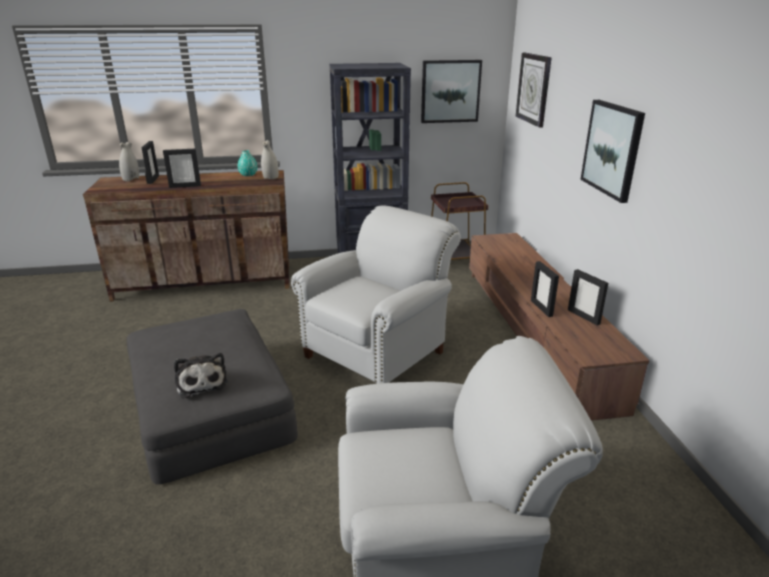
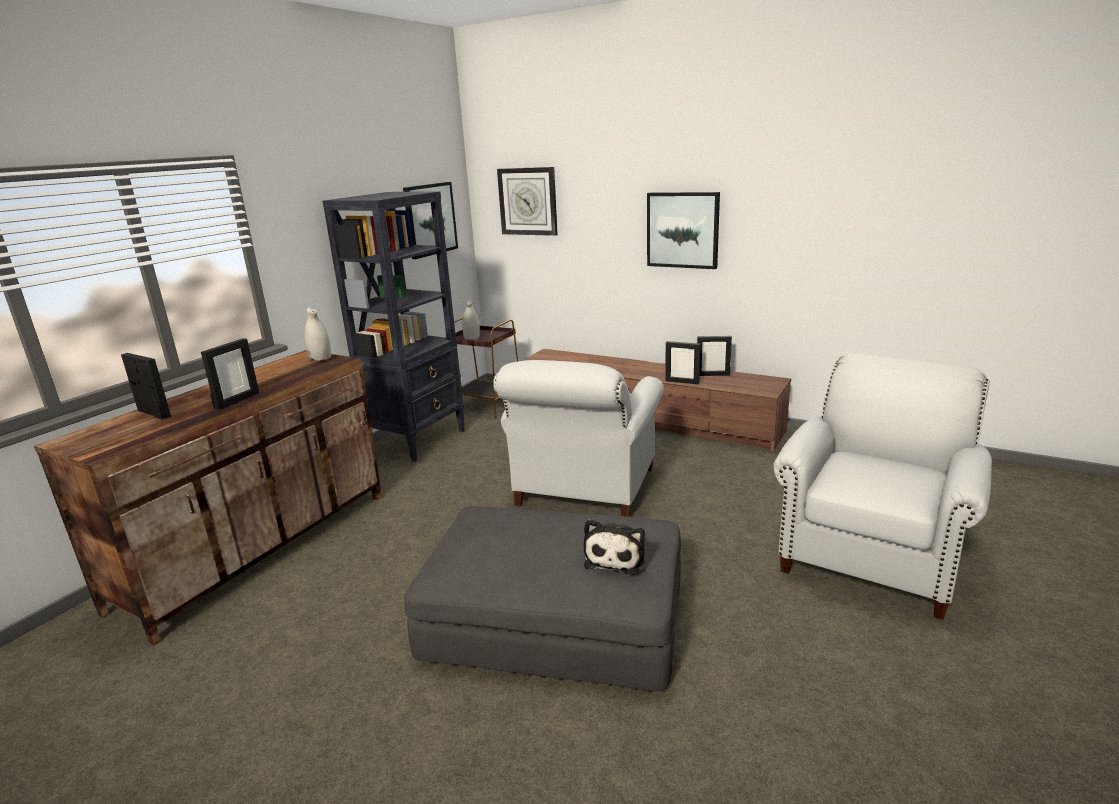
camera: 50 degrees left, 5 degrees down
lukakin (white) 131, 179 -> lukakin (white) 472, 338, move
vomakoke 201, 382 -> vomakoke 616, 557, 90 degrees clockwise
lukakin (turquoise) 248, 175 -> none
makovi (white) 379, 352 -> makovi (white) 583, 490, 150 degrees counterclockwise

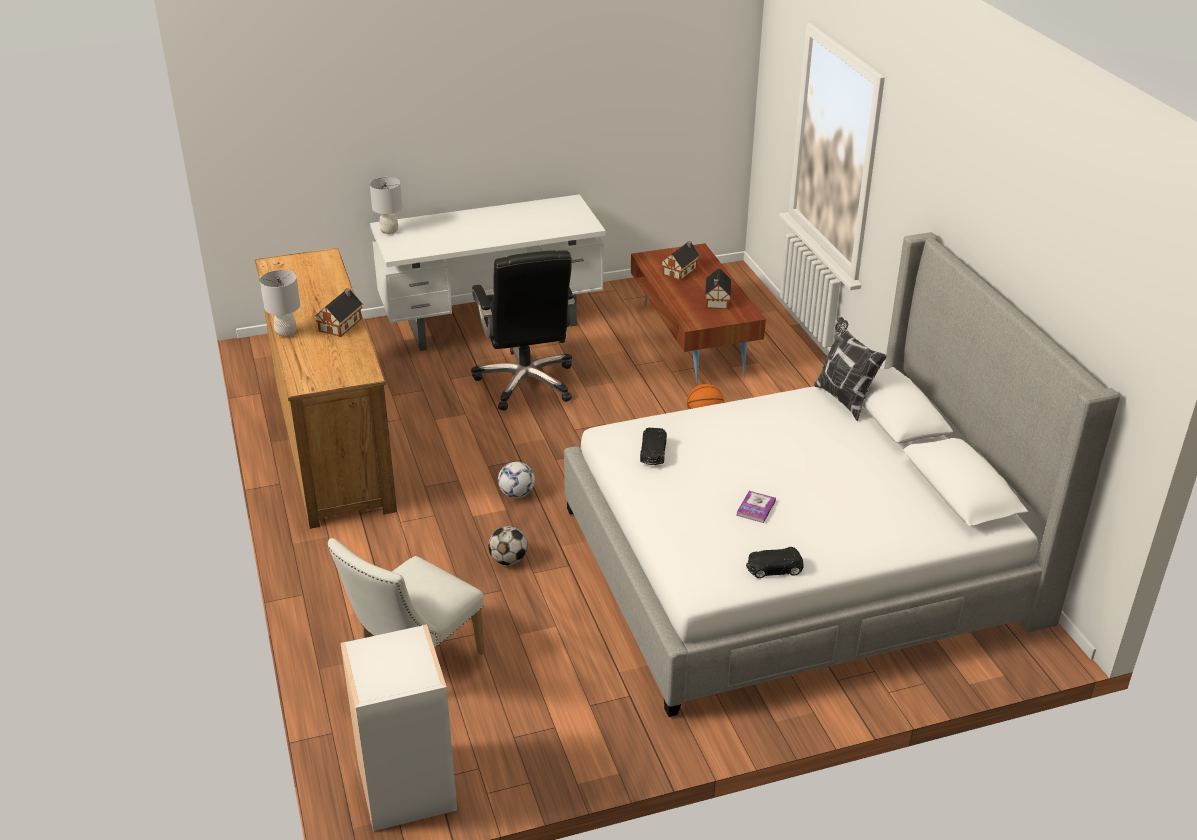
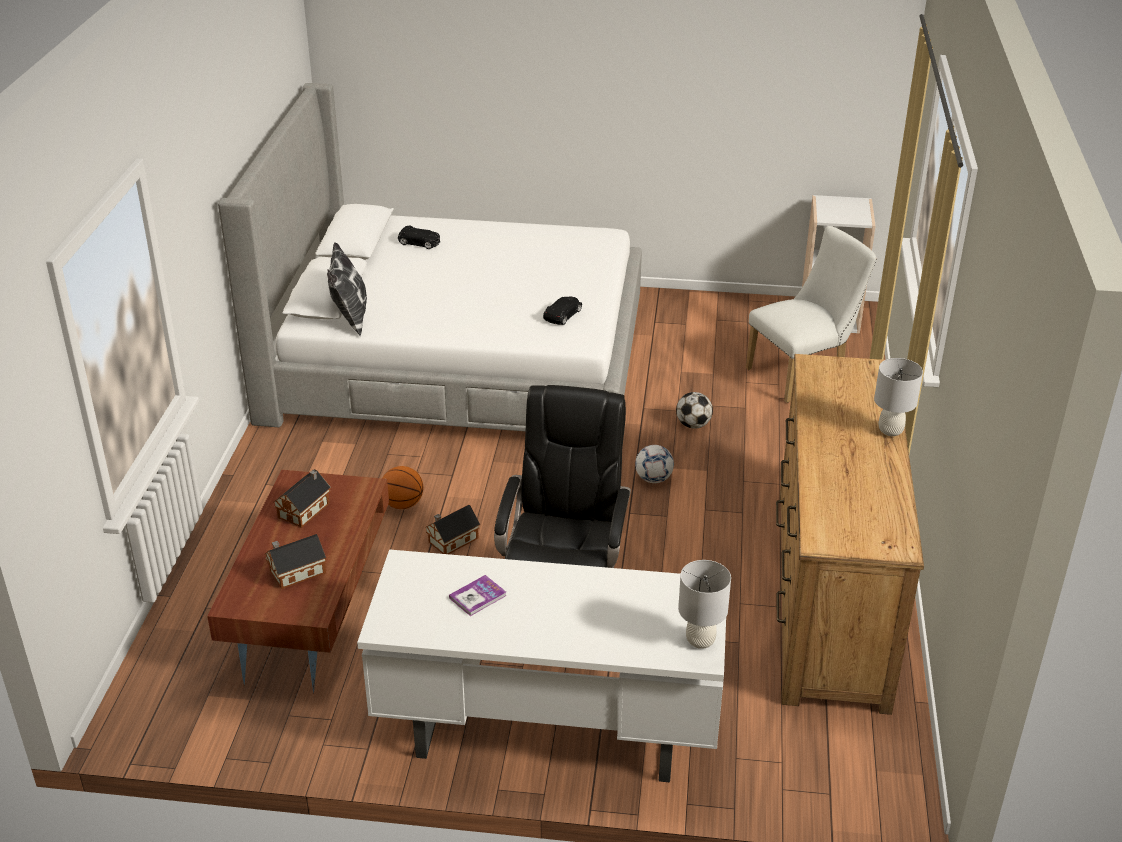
camera: 155 degrees left, 0 degrees up
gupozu 341, 324 -> gupozu 451, 541, move
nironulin 756, 508 -> nironulin 478, 597, move
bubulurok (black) 773, 568 -> bubulurok (black) 420, 242, move

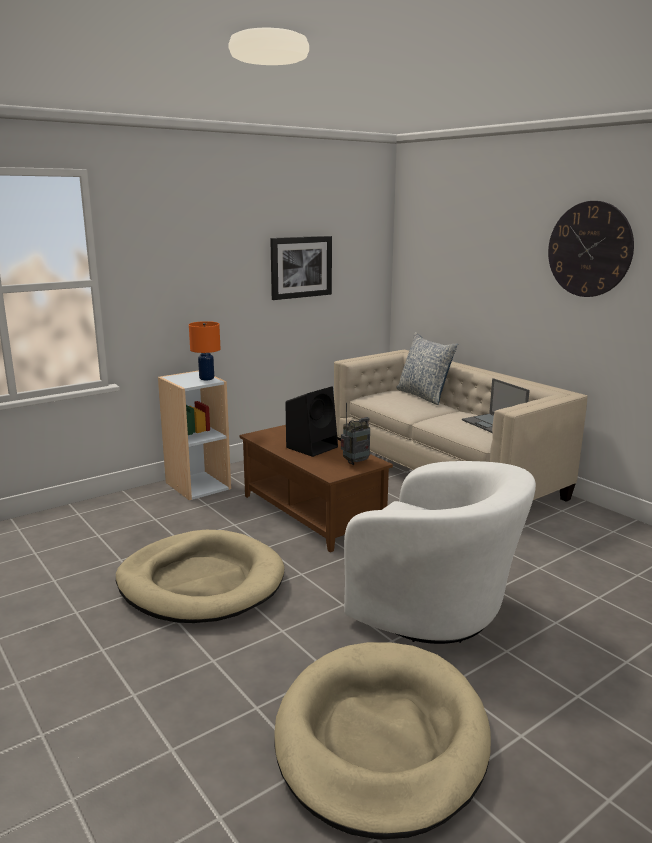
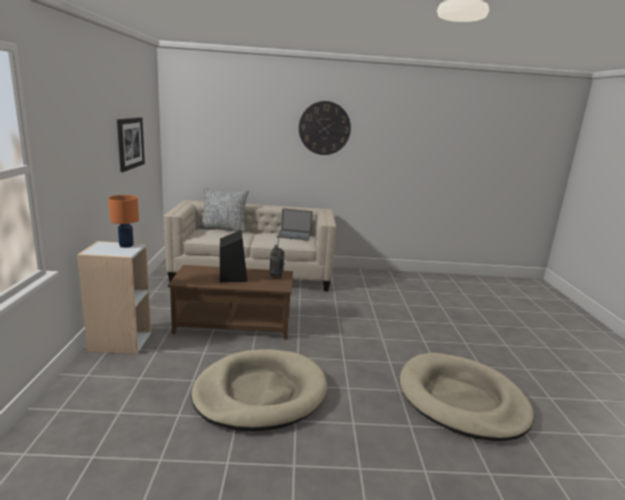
camera: 55 degrees left, 0 degrees up
makovi (white) 433, 610 -> none

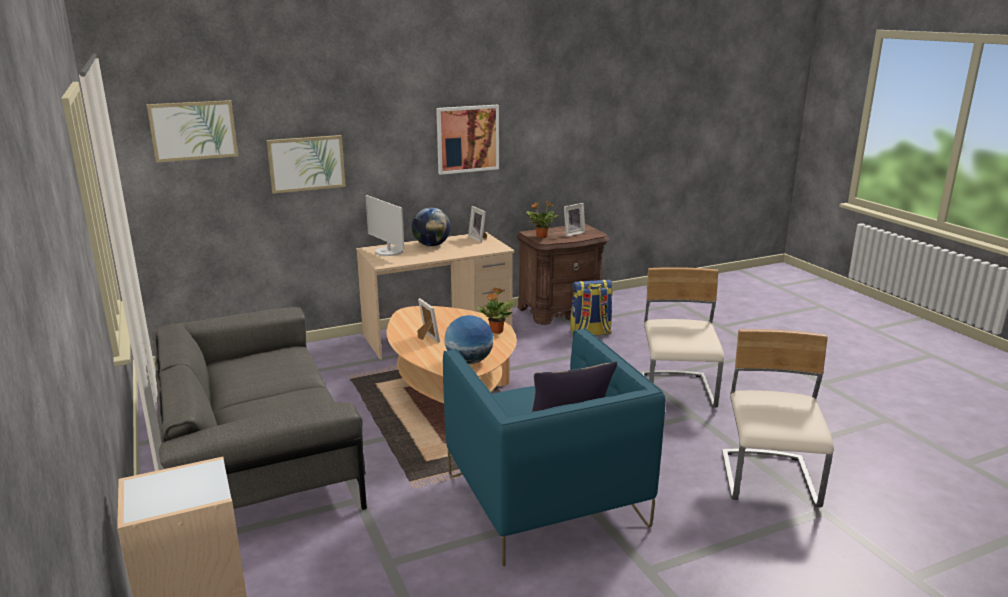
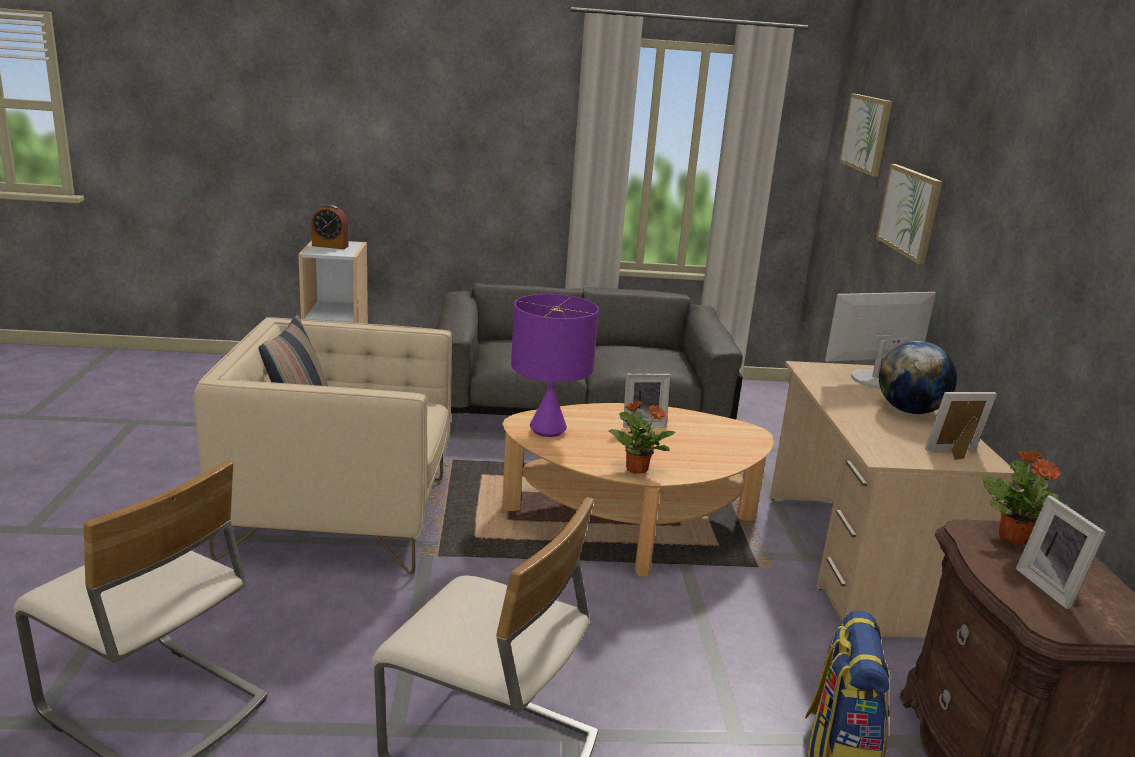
camera: 110 degrees right, 0 degrees up
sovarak 467, 139 -> none
makovi (blue) 545, 499 -> makovi (beige) 340, 517
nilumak 469, 361 -> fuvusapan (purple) 547, 431
none -> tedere 330, 246

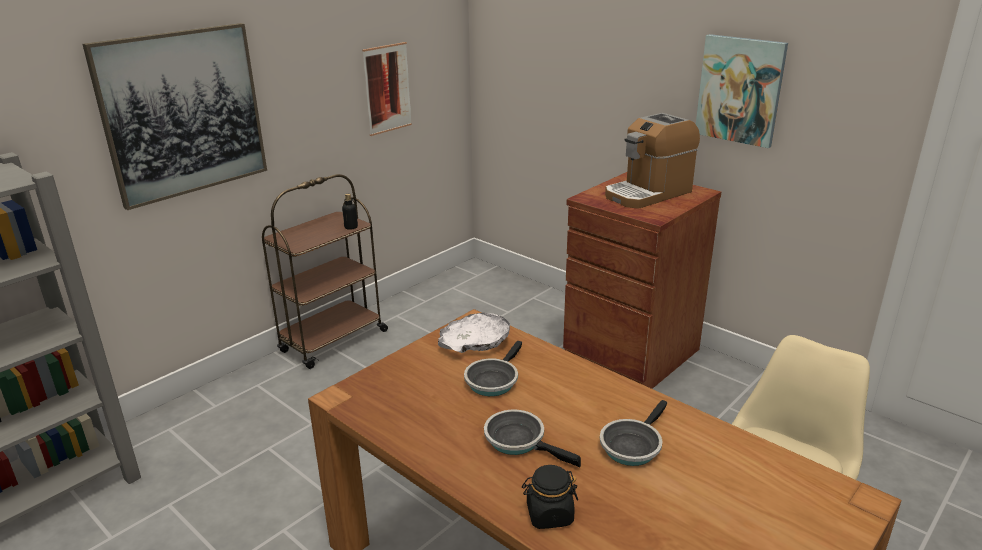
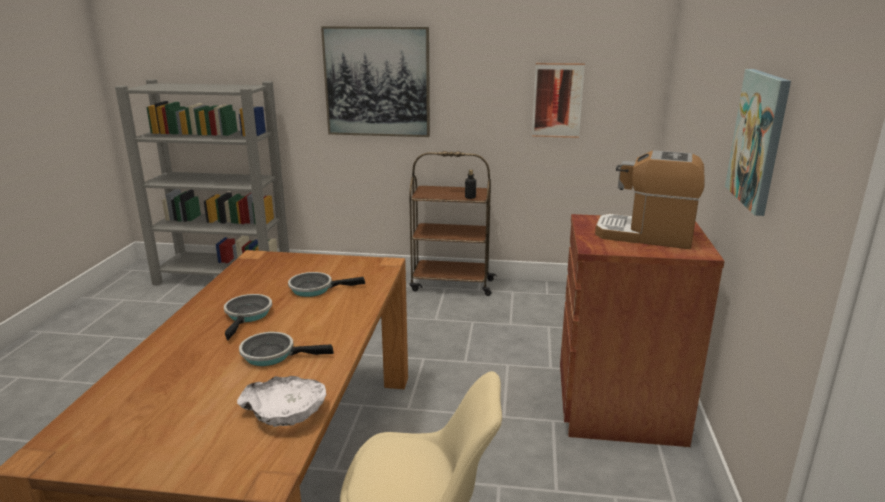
camera: 55 degrees right, 5 degrees down
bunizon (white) 474, 344 -> bunizon (white) 285, 412, move
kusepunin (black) 549, 514 -> none

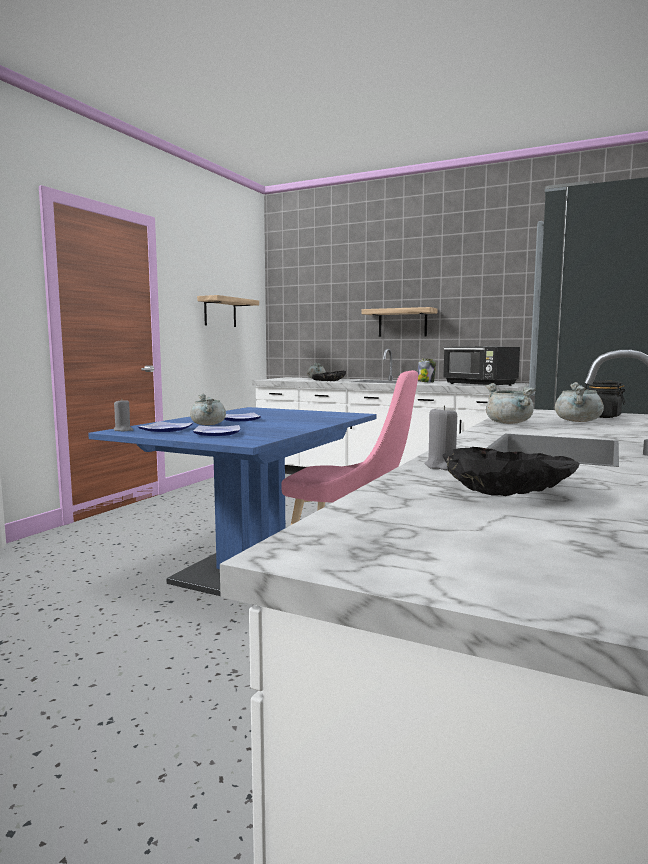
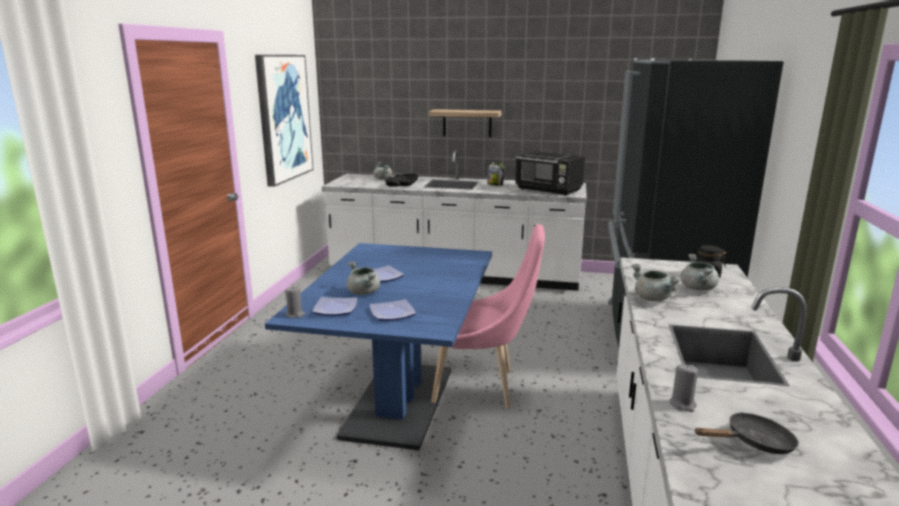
camera: 15 degrees left, 10 degrees up
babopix 220, 312 -> sovarak 283, 118
bunizon (black) 503, 489 -> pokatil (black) 754, 443

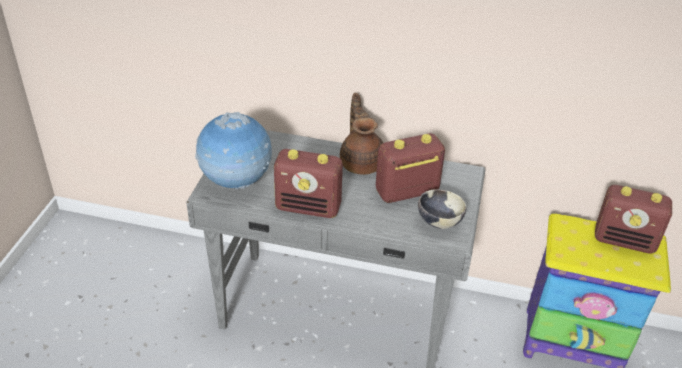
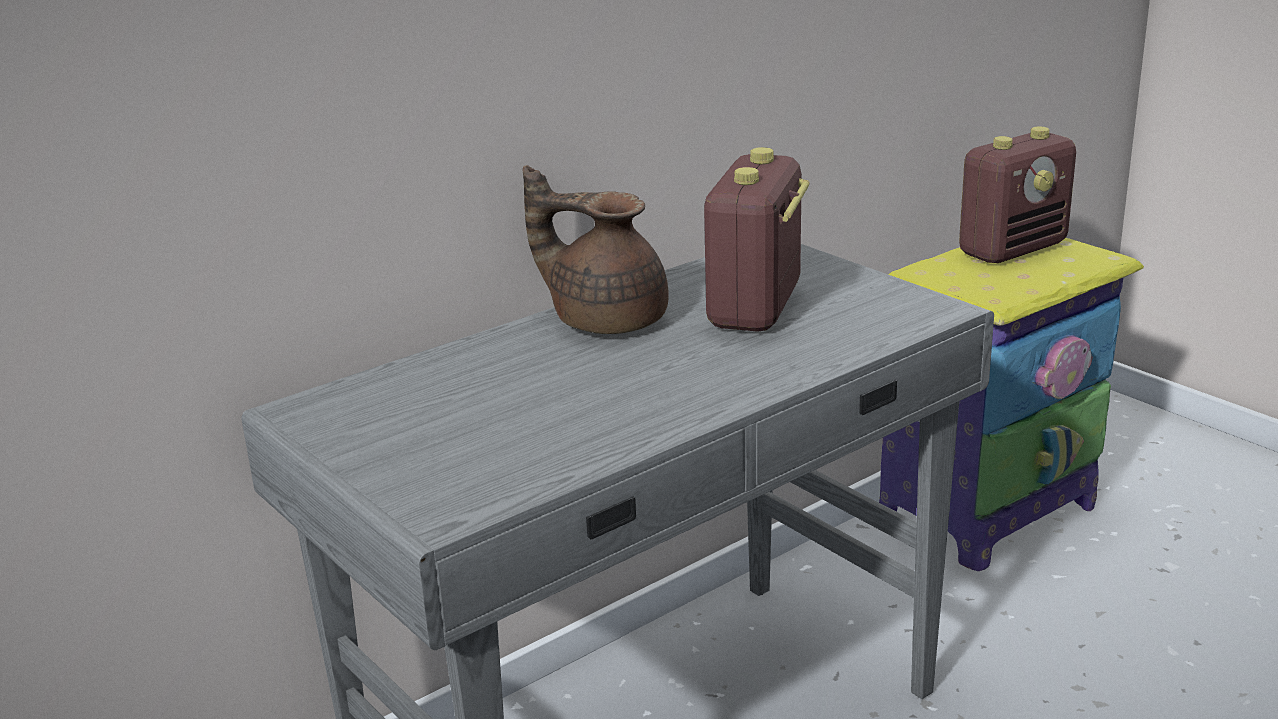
camera: 50 degrees left, 15 degrees down
nilumak 236, 183 -> none
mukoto 309, 207 -> none
bunizon 439, 222 -> none

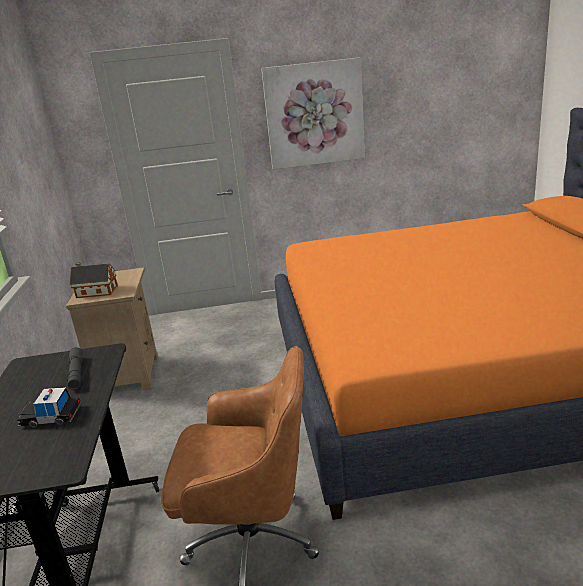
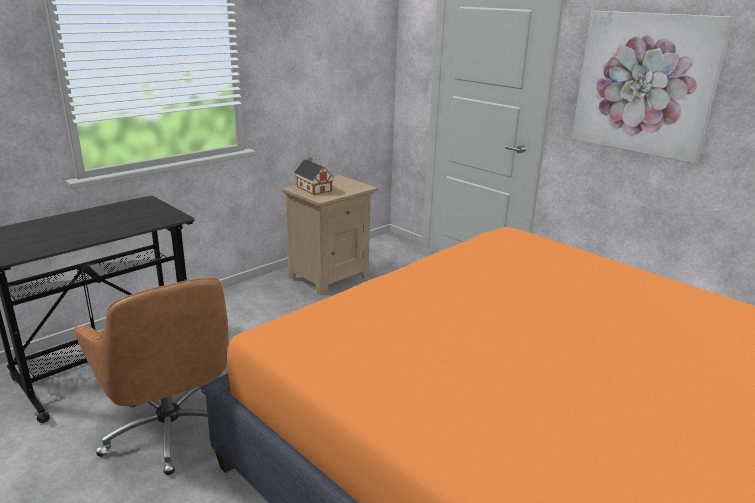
camera: 50 degrees right, 0 degrees up
bubulurok 51, 416 -> none
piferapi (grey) 76, 373 -> none

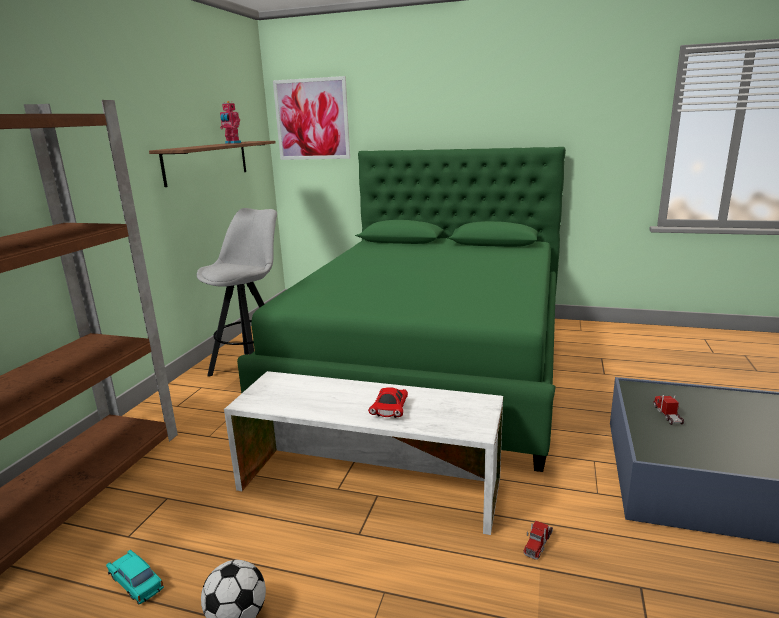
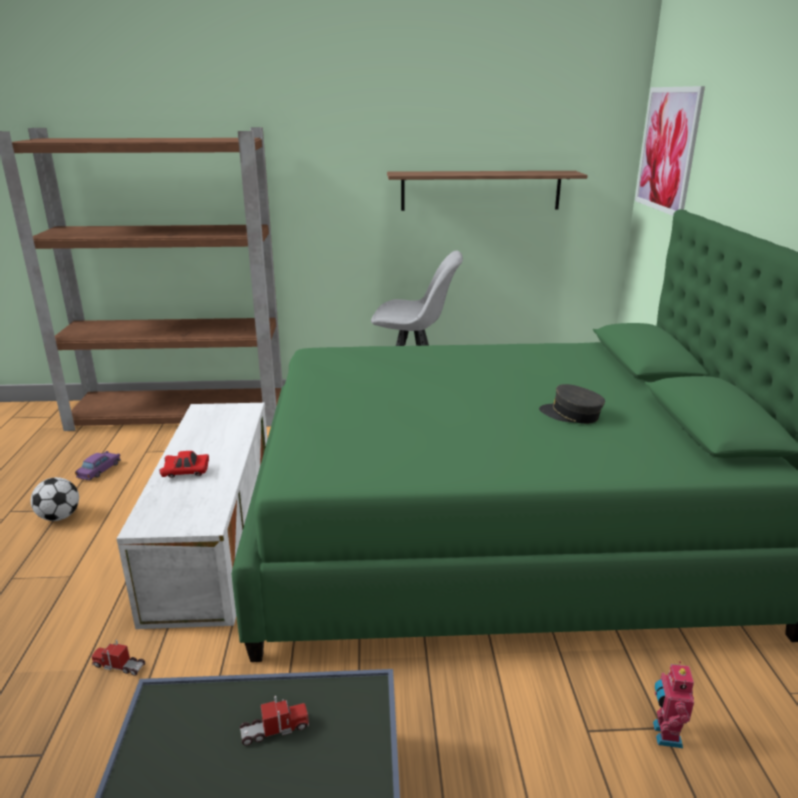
camera: 70 degrees right, 5 degrees up
bubulurok (turquoise) 136, 583 -> bubulurok (purple) 99, 470
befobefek 232, 143 -> befobefek 665, 734, move
none -> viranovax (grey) 571, 414

